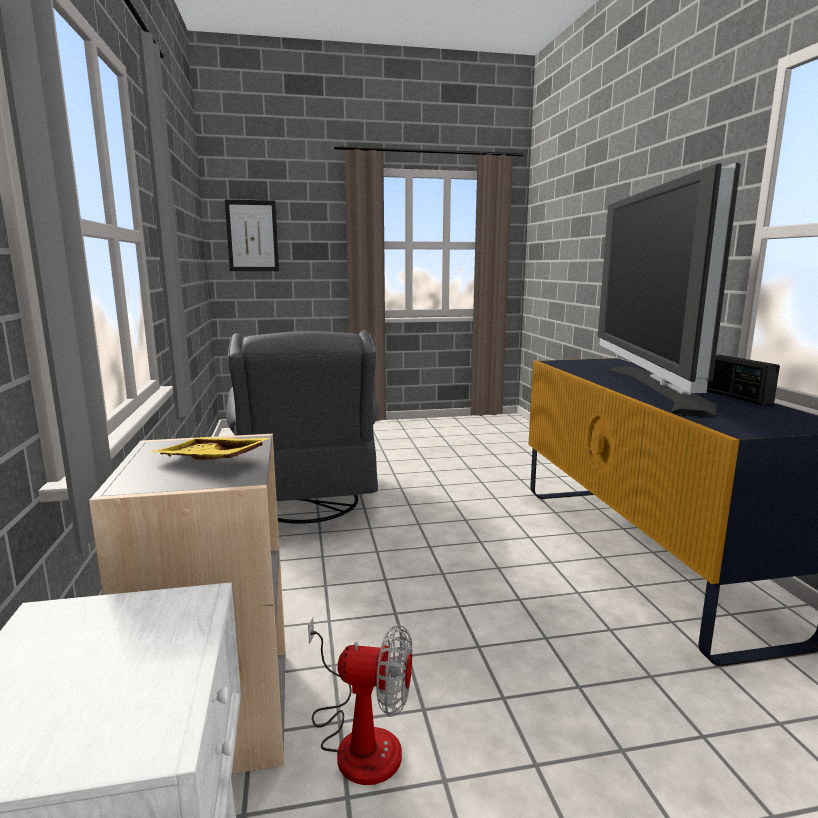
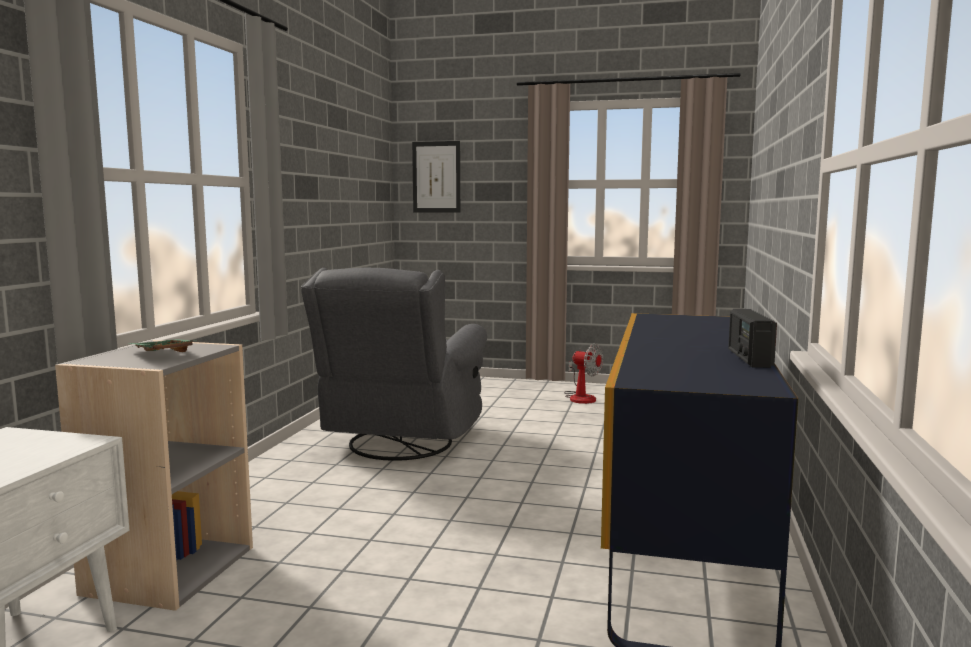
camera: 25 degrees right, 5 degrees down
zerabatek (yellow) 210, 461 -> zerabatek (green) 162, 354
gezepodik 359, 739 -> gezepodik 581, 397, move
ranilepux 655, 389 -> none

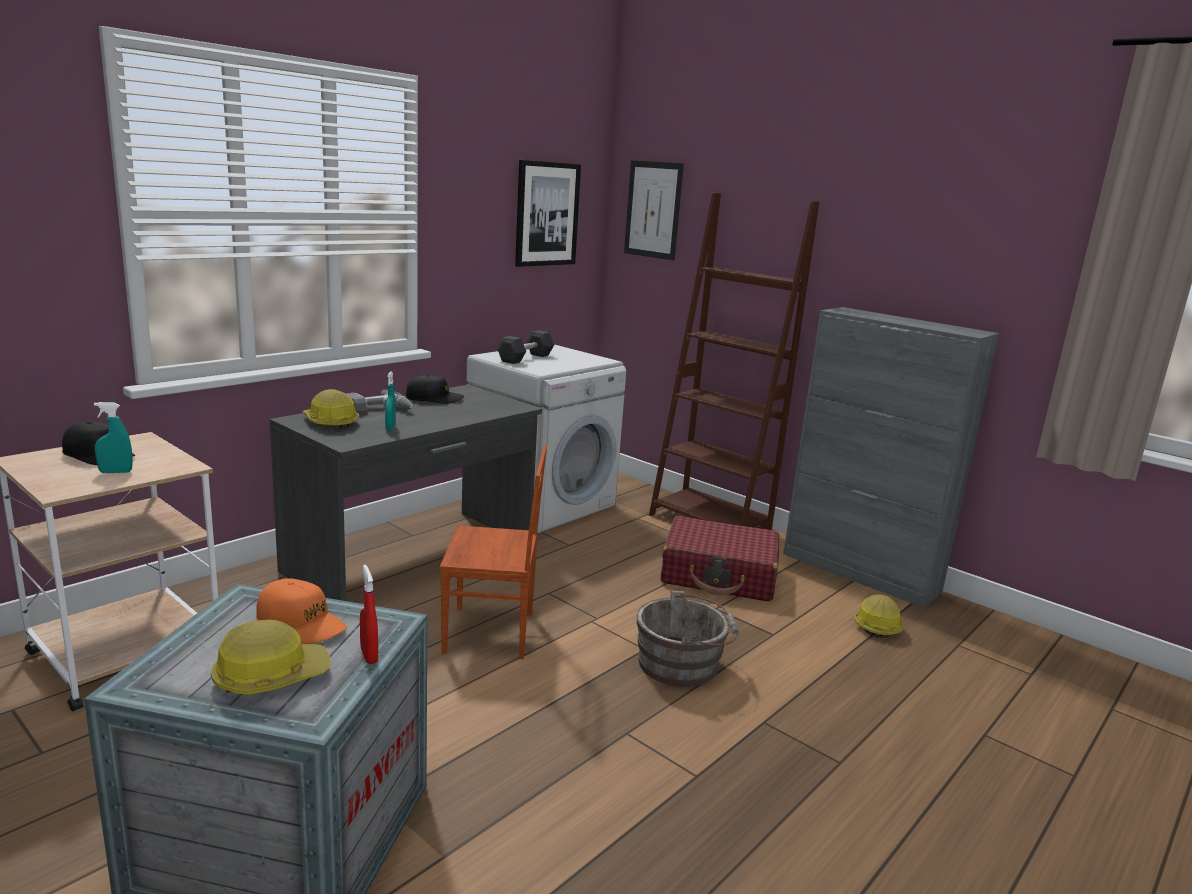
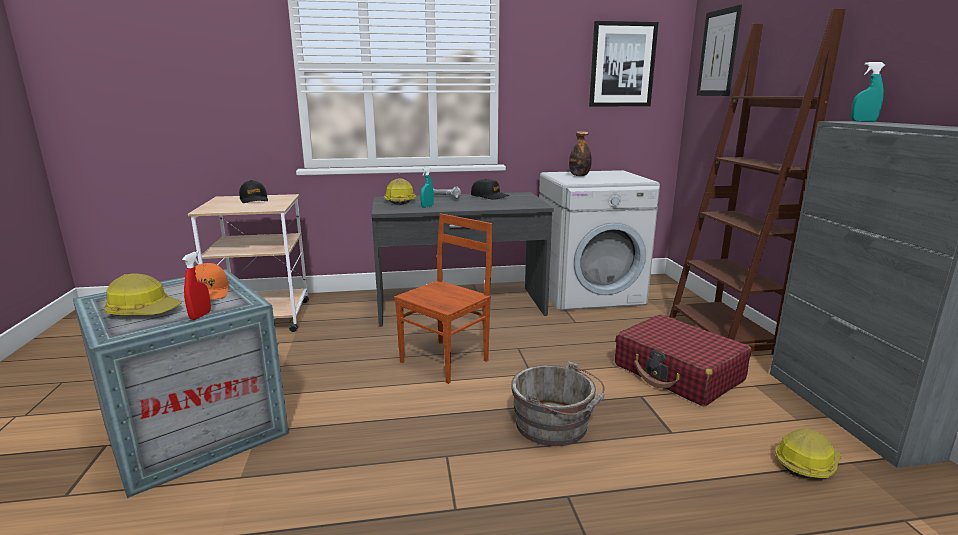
camera: 40 degrees right, 0 degrees up
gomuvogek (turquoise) 116, 472 -> gomuvogek (turquoise) 863, 121, move
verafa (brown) 491, 633 -> verafa (brown) 446, 361, 90 degrees counterclockwise
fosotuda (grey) 525, 358 -> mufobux 579, 175

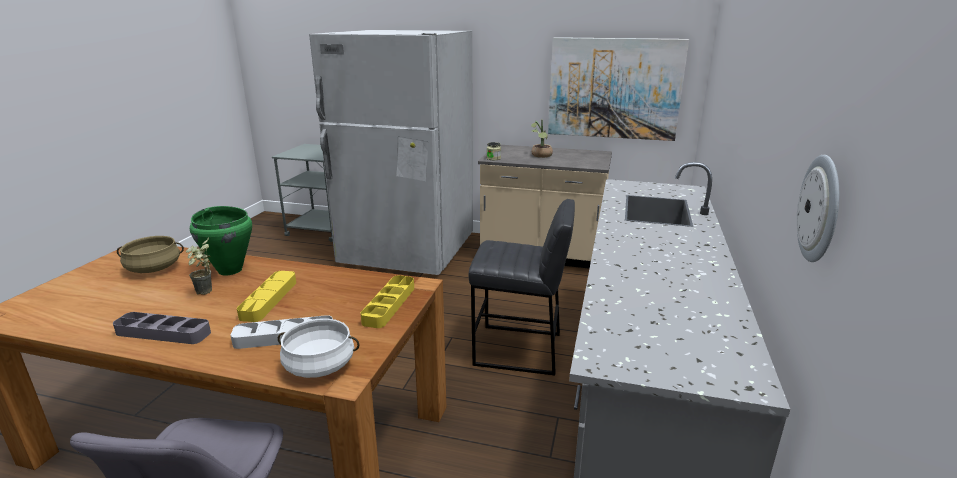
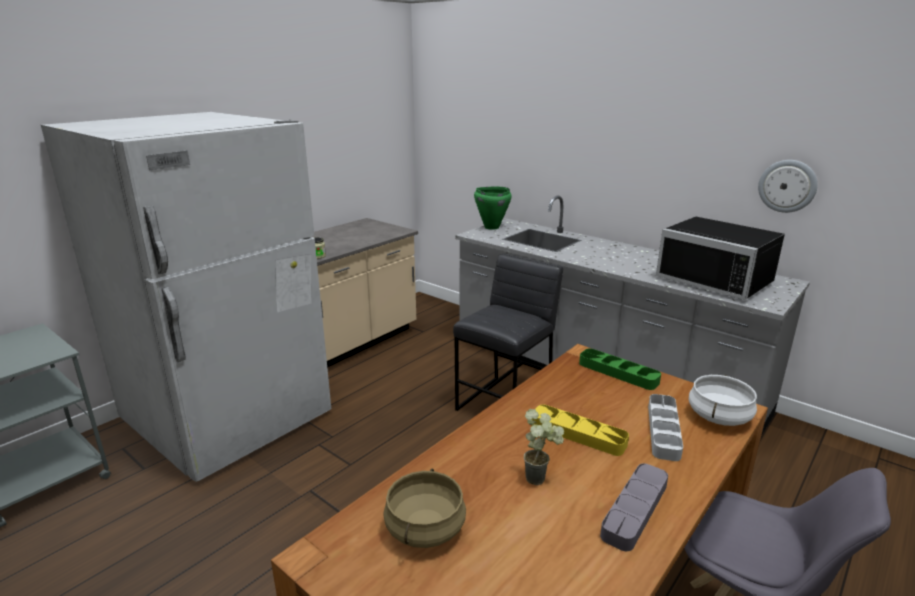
camera: 65 degrees left, 0 degrees up
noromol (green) 230, 270 -> noromol (green) 491, 227, move
zerabatek (yellow) 389, 305 -> zerabatek (green) 618, 372
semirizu 540, 156 -> none
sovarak 614, 89 -> none
none -> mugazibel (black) 717, 279

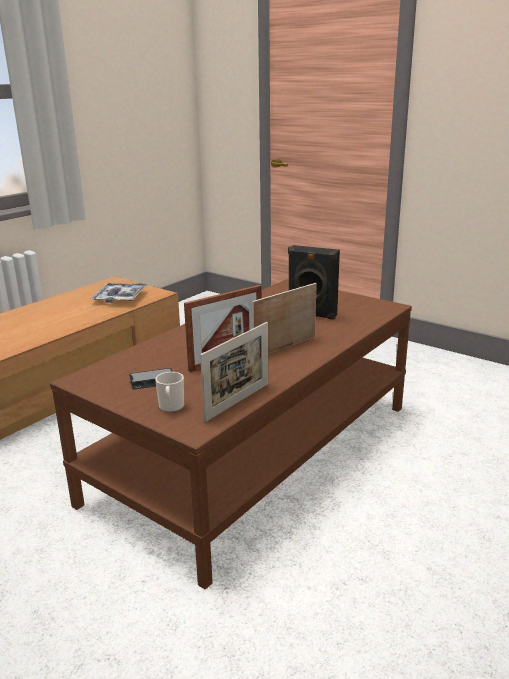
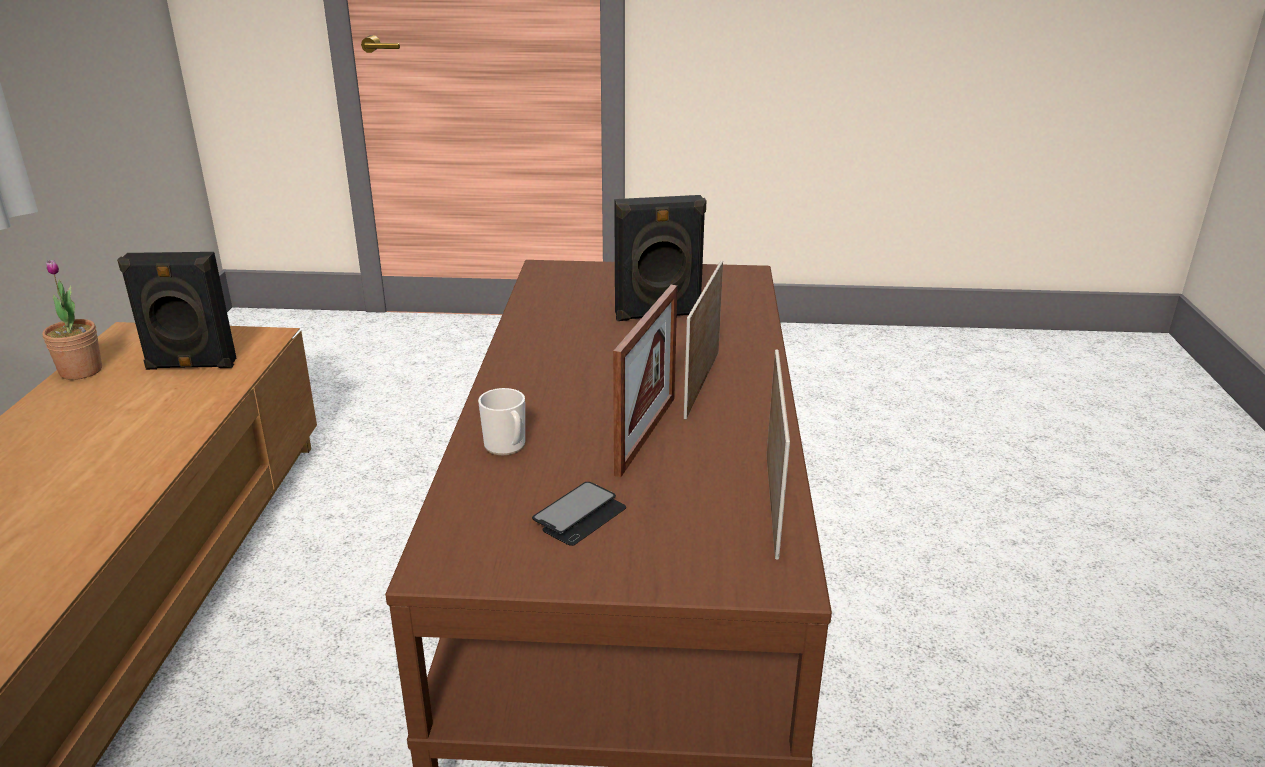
camera: 35 degrees left, 5 degrees up
zerabatek 120, 297 -> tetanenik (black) 191, 365
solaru 171, 408 -> solaru 507, 447, move
none -> semirizu 81, 371

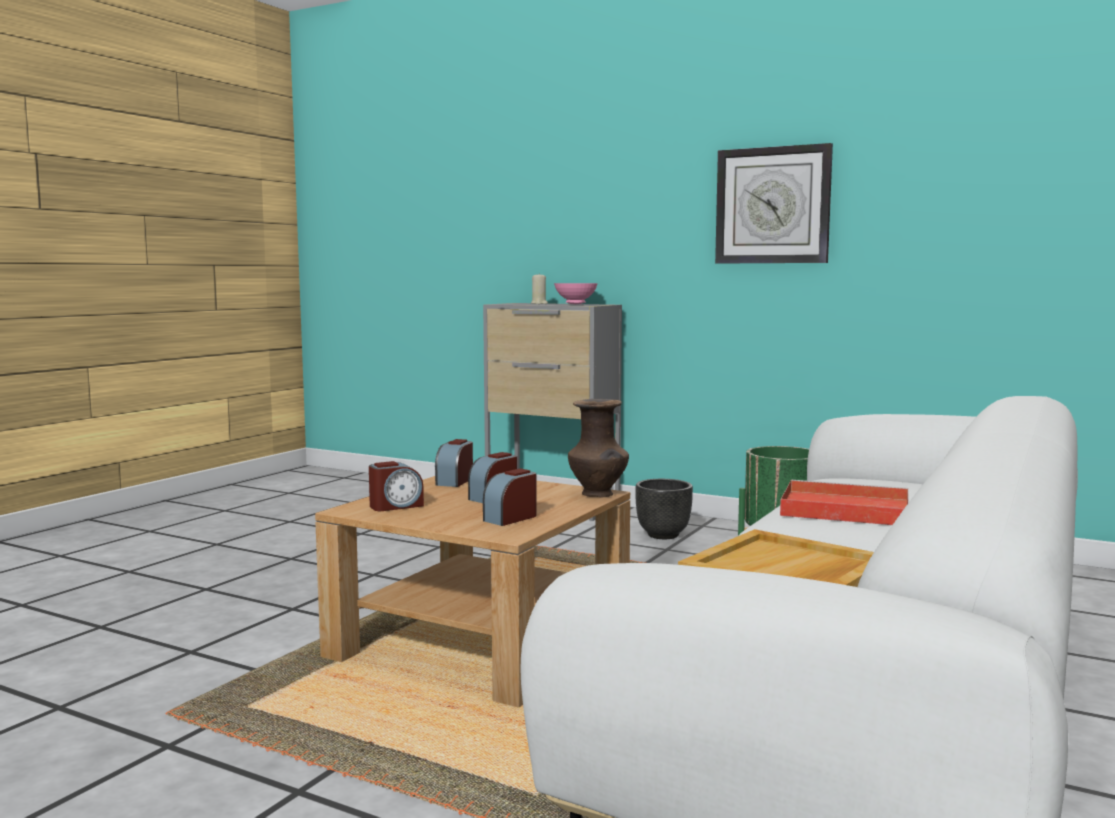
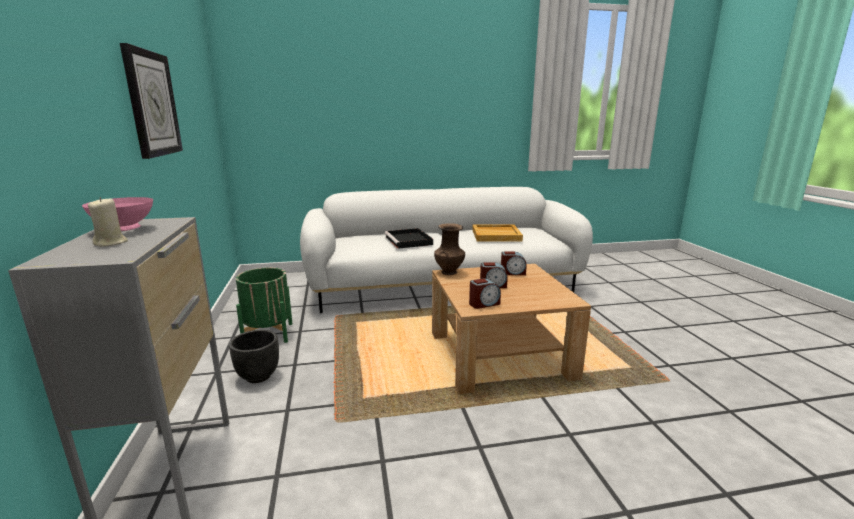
camera: 130 degrees left, 10 degrees up
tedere 396, 506 -> none
zerabatek (red) 842, 509 -> zerabatek (black) 409, 241

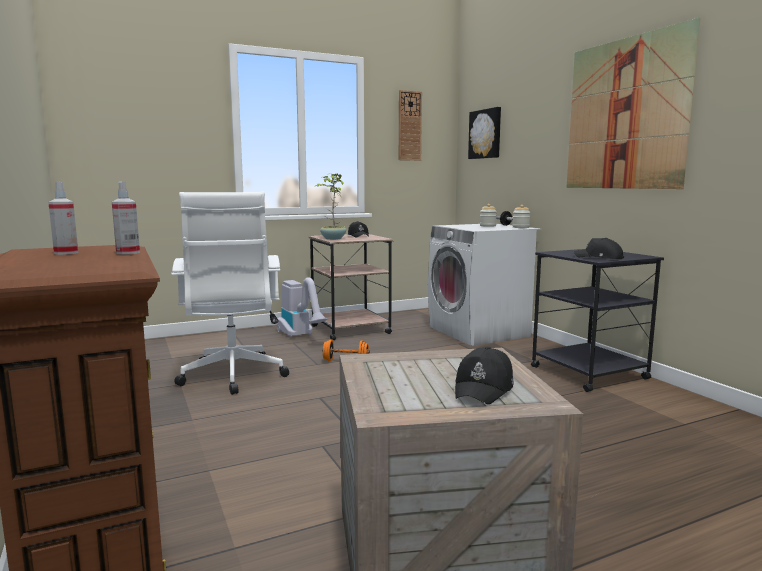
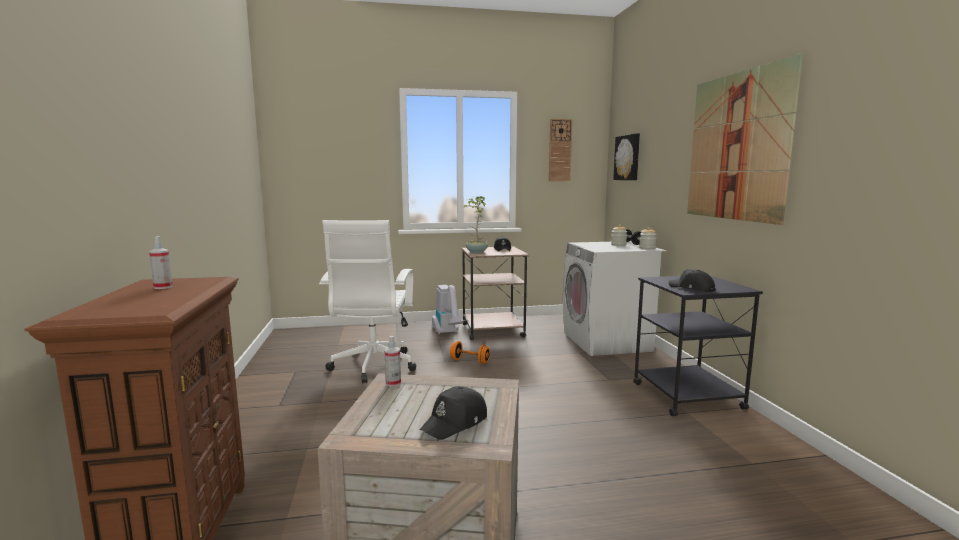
camera: 15 degrees right, 0 degrees up
gomuvogek 128, 253 -> gomuvogek 393, 383, move

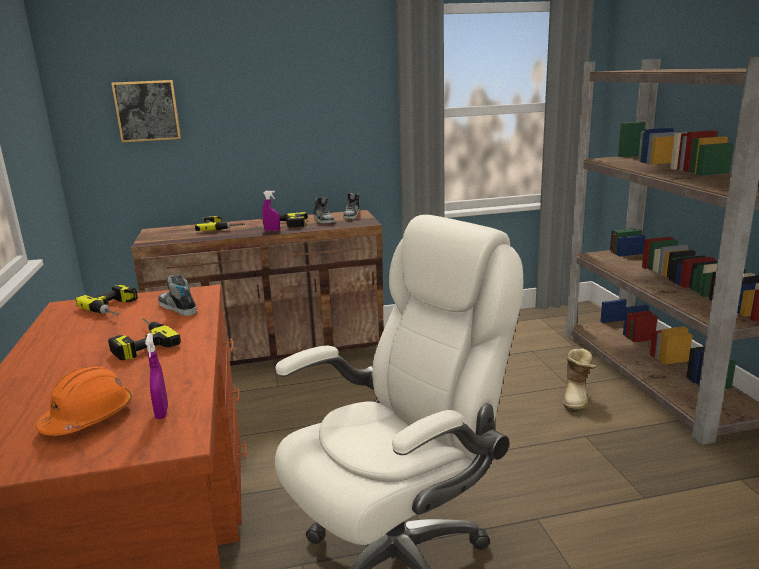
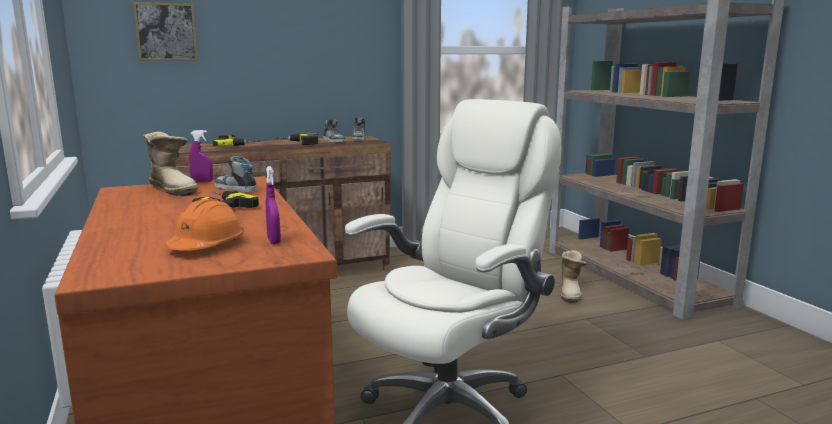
camera: 10 degrees left, 5 degrees down
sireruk 116, 307 -> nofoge 174, 189
gomuvogek (purple) 272, 230 -> gomuvogek (purple) 202, 182, move

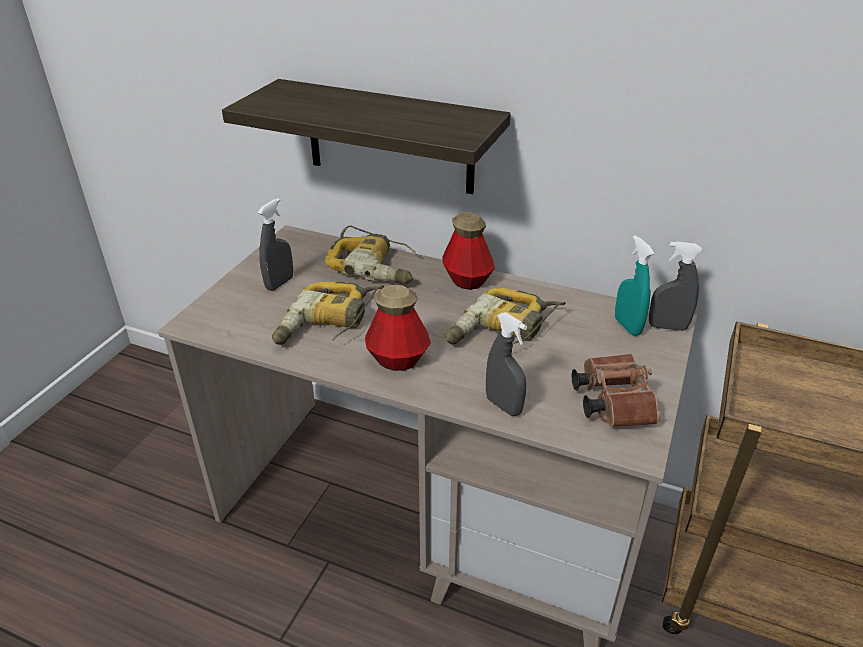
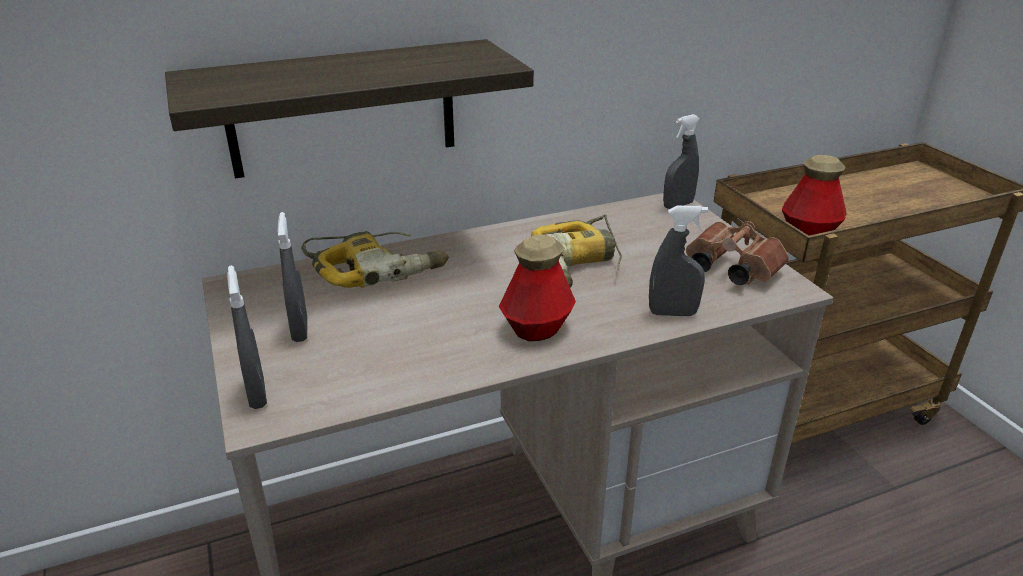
camera: 45 degrees left, 5 degrees down
sireruk 329, 324 -> none
mufobux 467, 280 -> mufobux 809, 232, move
gomuvogek (turquoise) 627, 326 -> none
none -> gomuvogek (grey) 257, 394

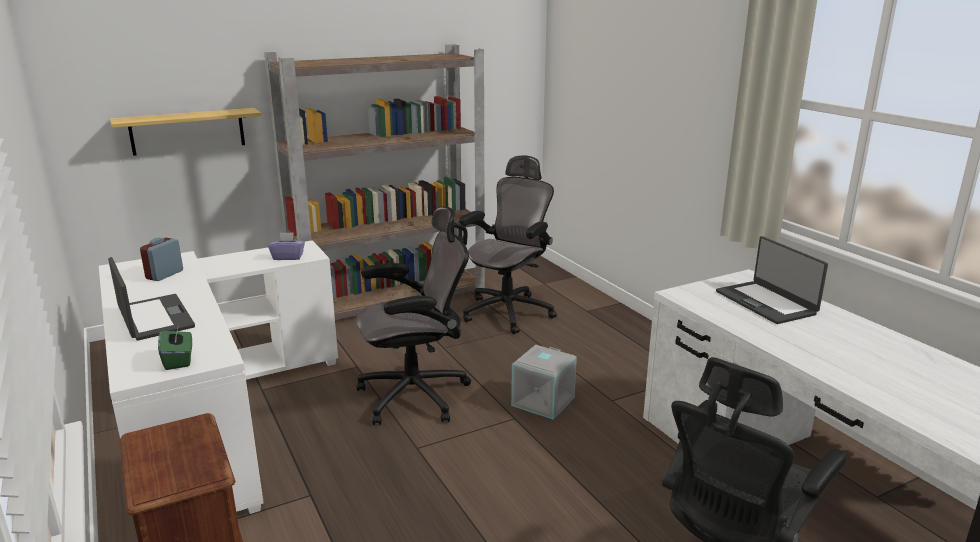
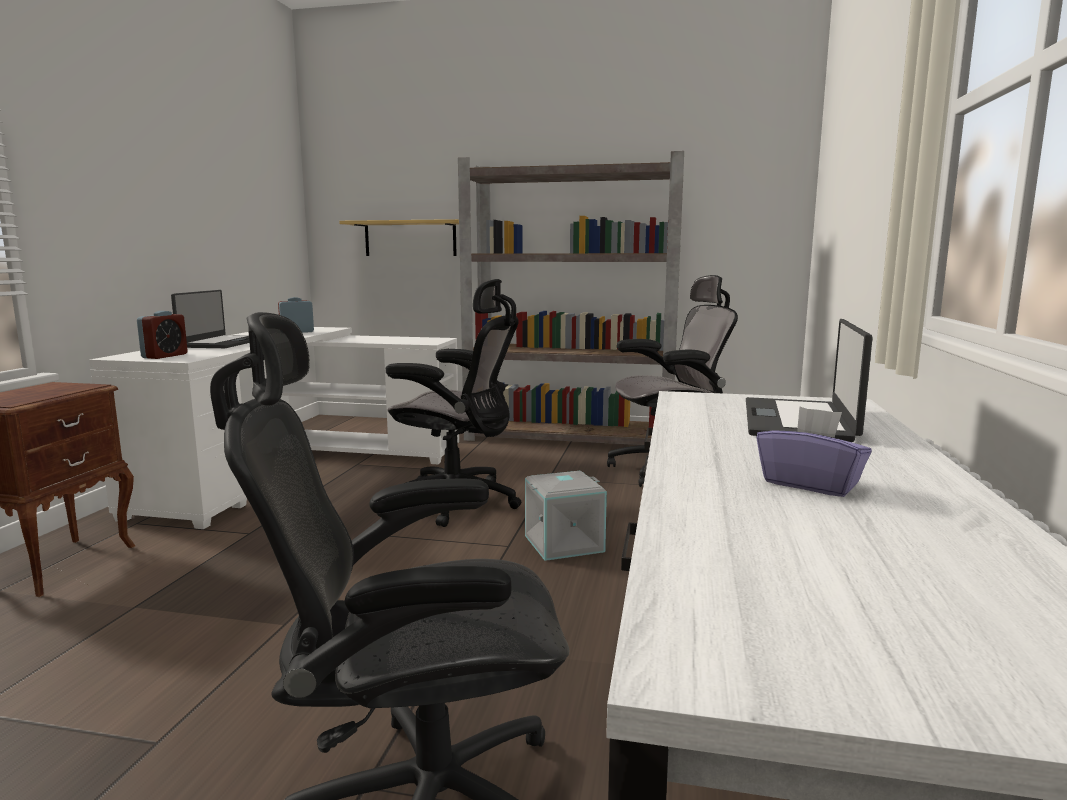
camera: 40 degrees right, 10 degrees down
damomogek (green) 178, 360 -> tedere 165, 356
damomogek (purple) 288, 257 -> damomogek (purple) 810, 484, move

